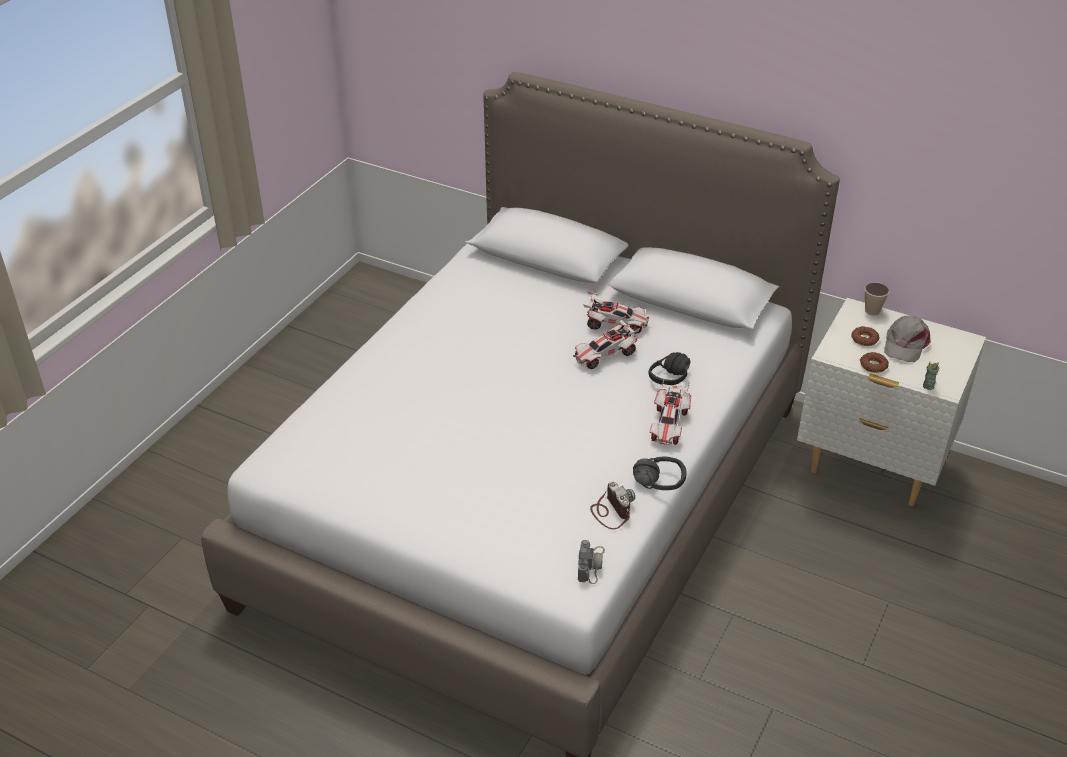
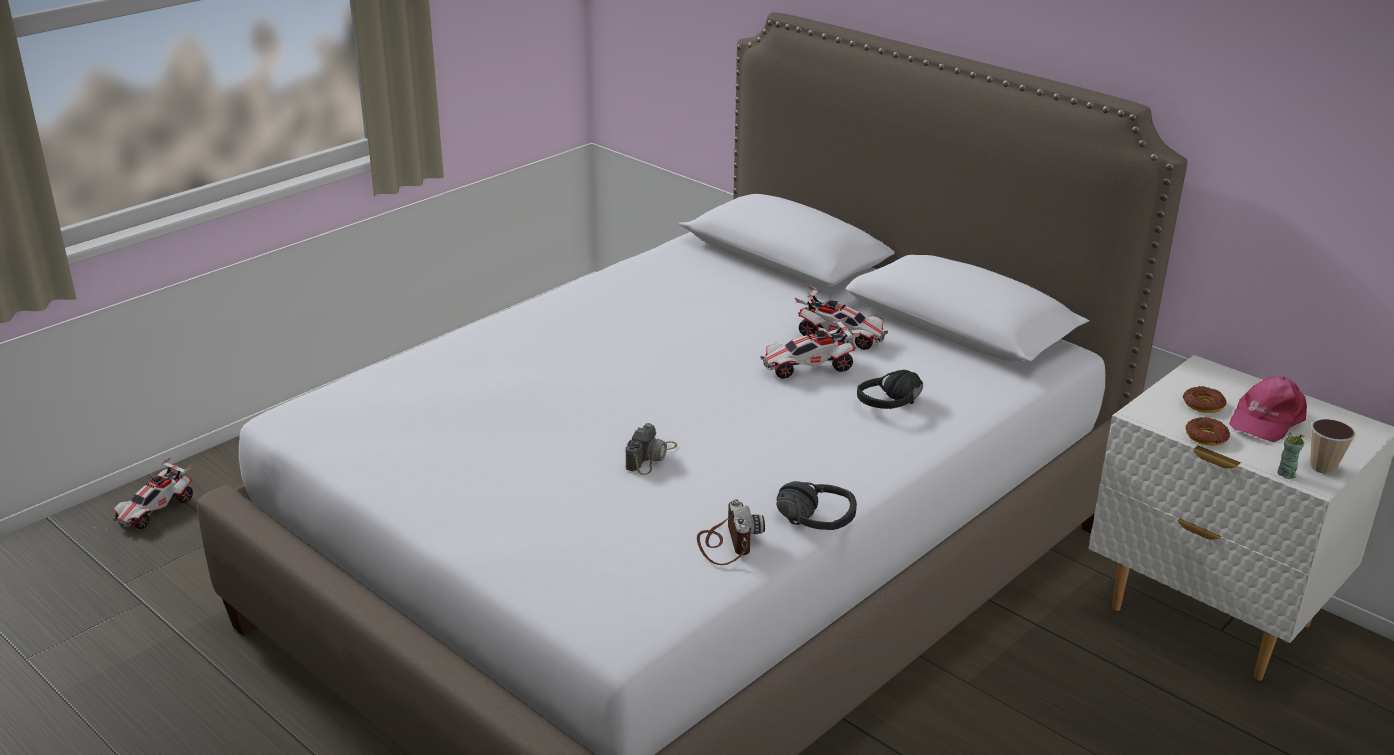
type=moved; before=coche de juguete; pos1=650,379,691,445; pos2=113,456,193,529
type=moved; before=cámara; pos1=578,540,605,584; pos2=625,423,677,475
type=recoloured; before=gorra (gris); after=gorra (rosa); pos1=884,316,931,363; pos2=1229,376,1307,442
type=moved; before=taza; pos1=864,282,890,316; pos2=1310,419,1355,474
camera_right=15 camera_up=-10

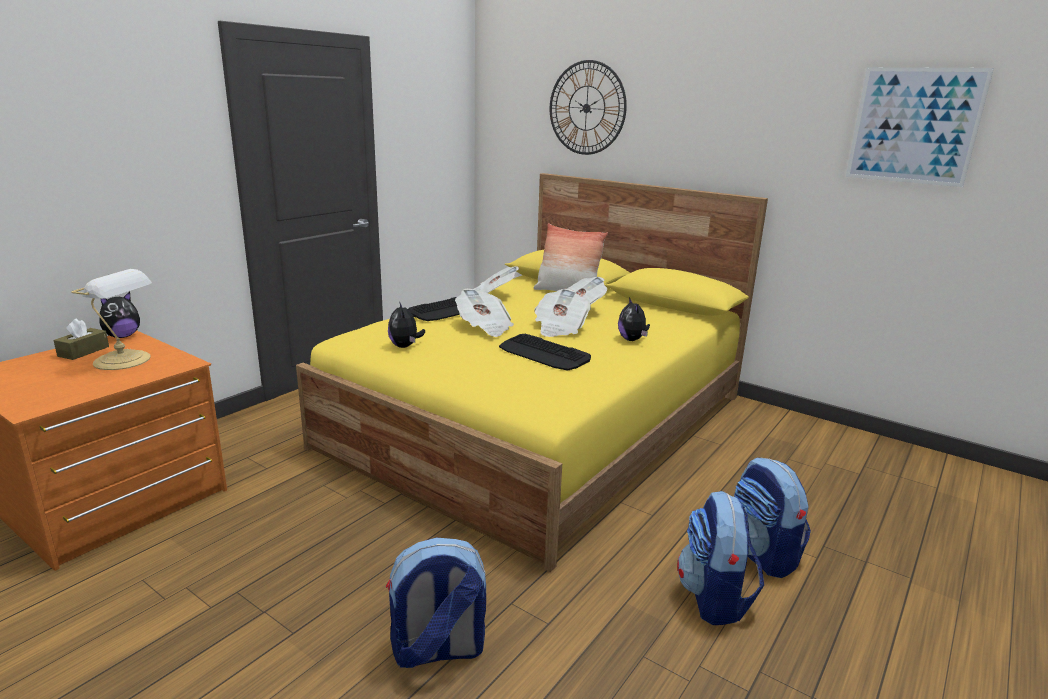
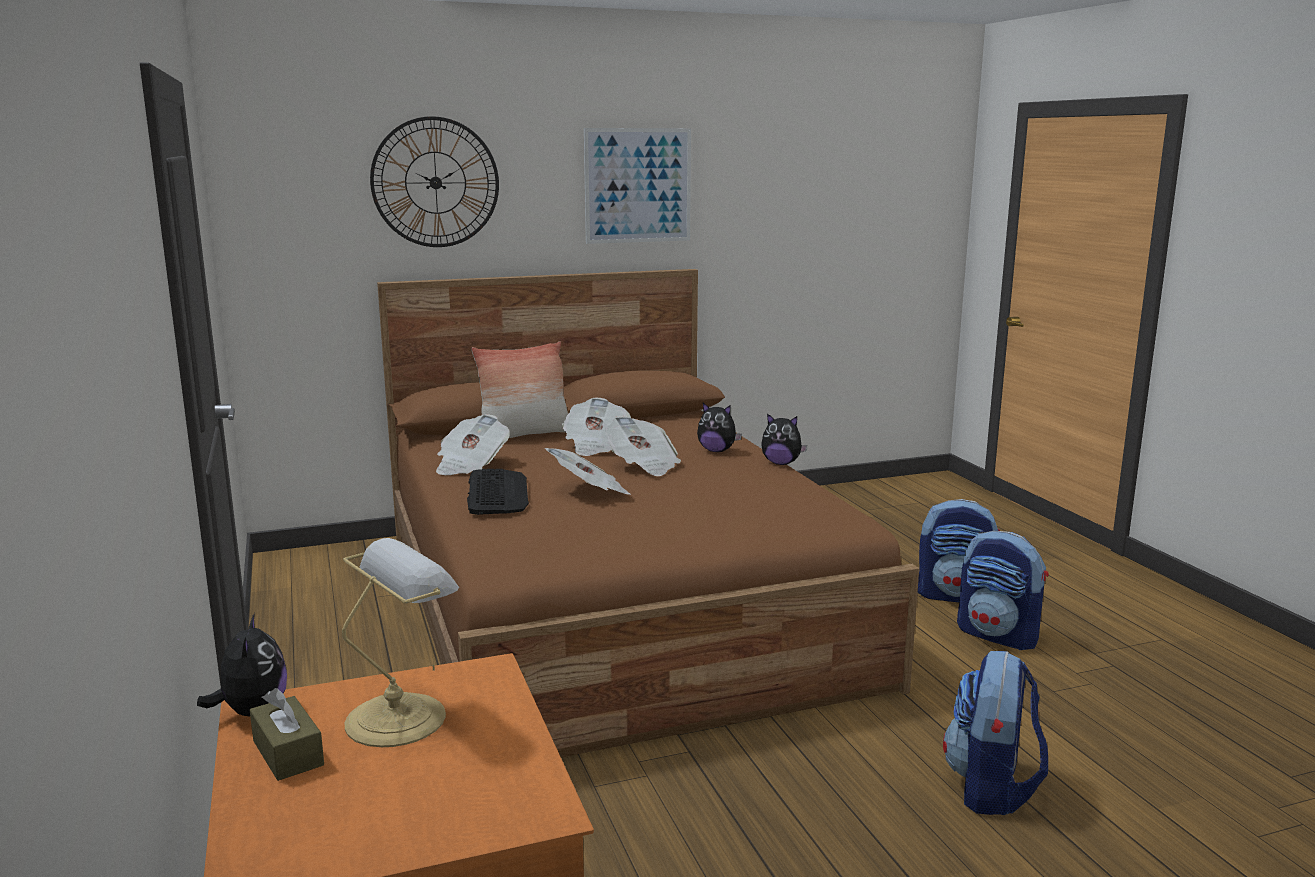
type=recoloured; before=cama (amarillo); after=cama (marrón); pos1=296,173,768,572; pos2=377,269,919,757
type=moved; before=cuadro; pos1=846,67,994,187; pos2=584,128,691,244
type=moved; before=peluche; pos1=388,301,425,348; pos2=761,413,807,465
type=removed; before=teclado; pos1=499,334,591,371
camera_right=-55 camera_up=-5

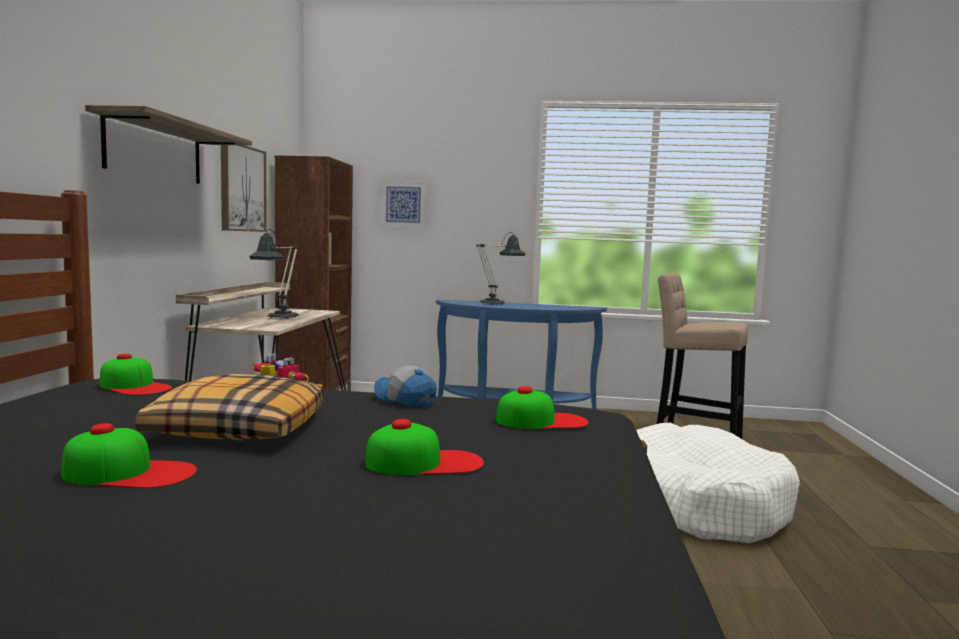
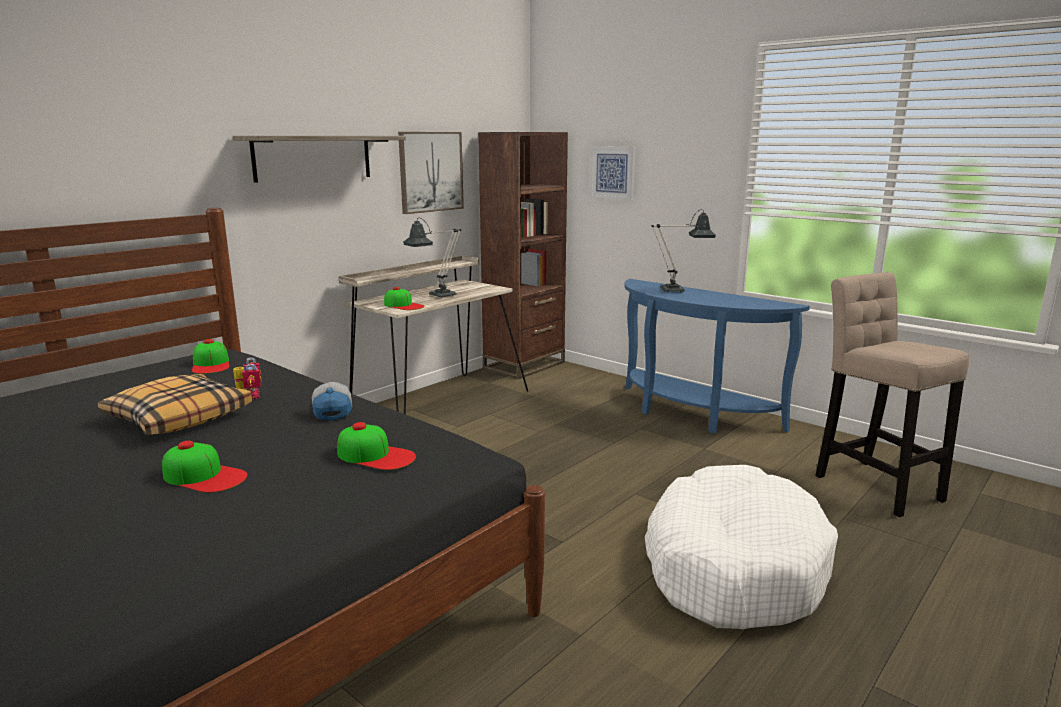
type=moved; before=gorra; pos1=61,423,197,488; pos2=384,287,424,310
camera_right=35 camera_up=10

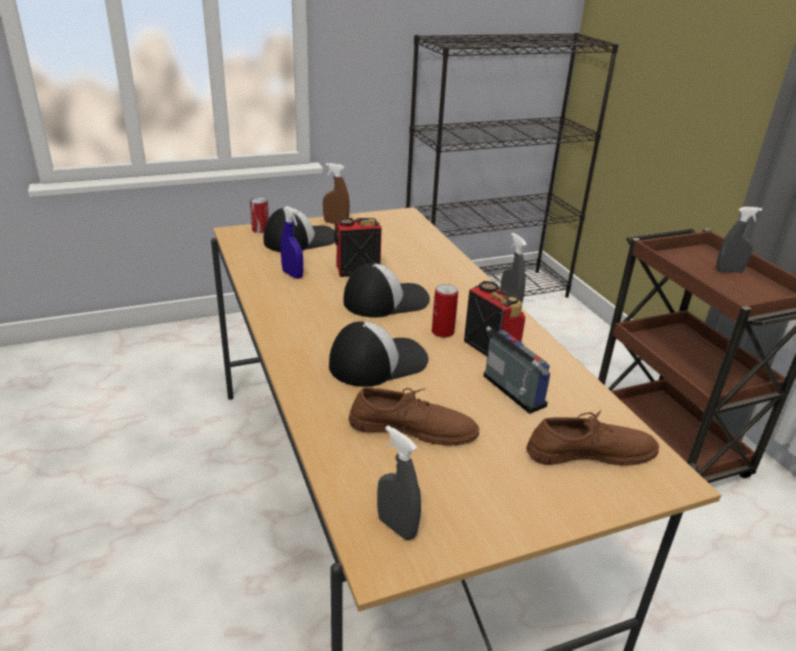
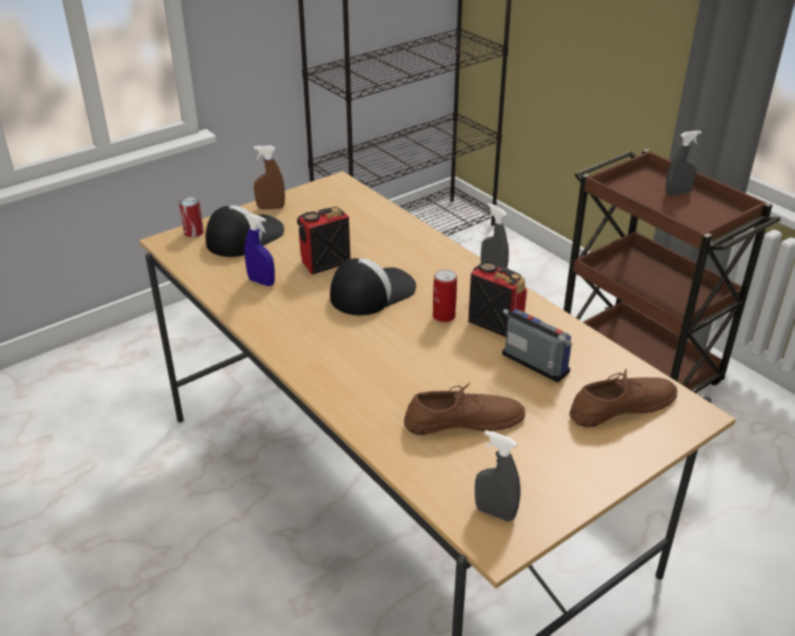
type=removed; before=gorra; pos1=329,321,428,387
camera_right=-15 camera_up=5

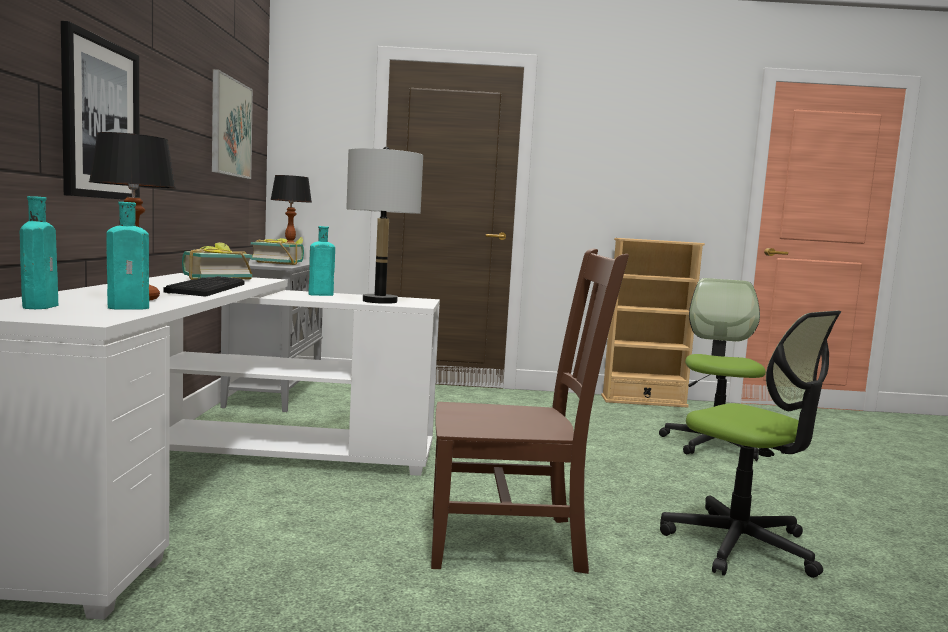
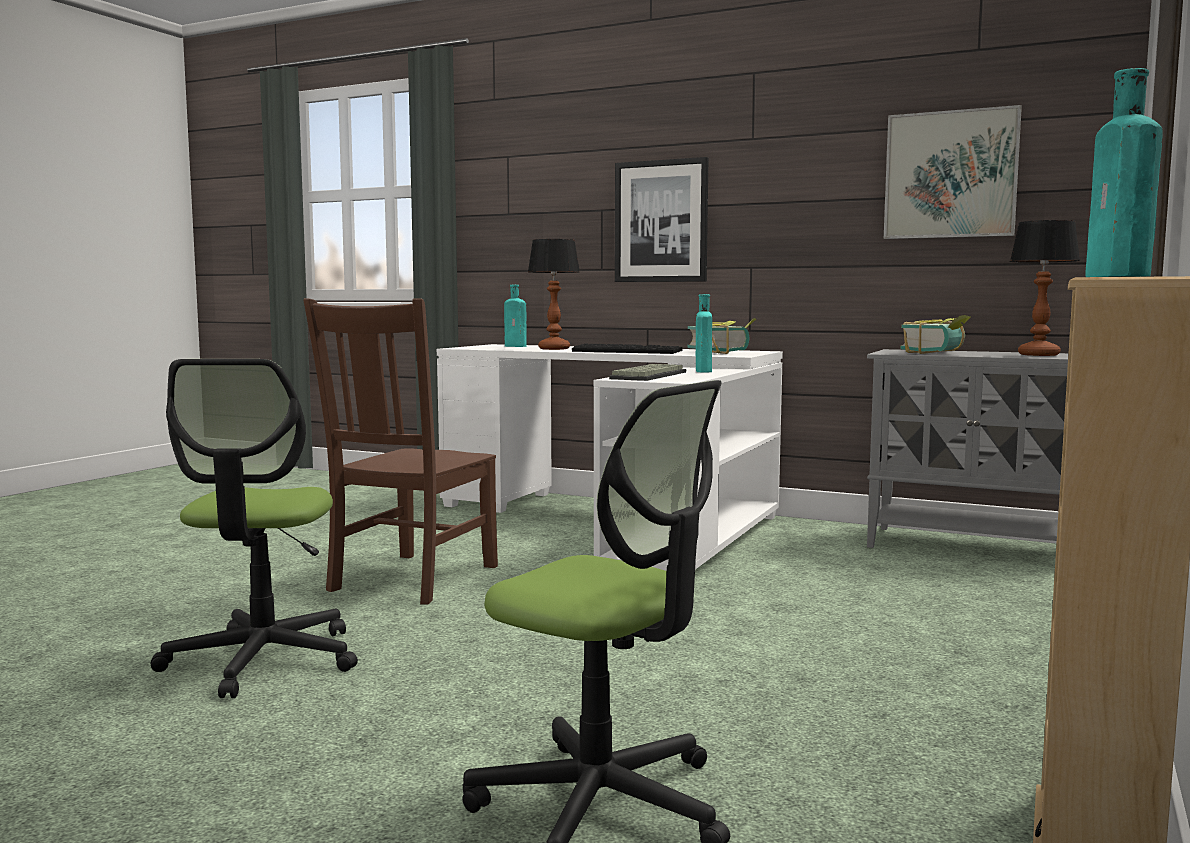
type=turned; before=silla de oficina; pos1=660,311,841,578; pos2=150,359,358,698; turn=-75
type=replaced; before=lámpara de mesa (gris); after=teclado; pos1=346,147,423,304; pos2=609,364,686,381
type=moved; before=botella (turquesa); pos1=106,202,149,310; pos2=1086,68,1163,277
camera_right=115 camera_up=0

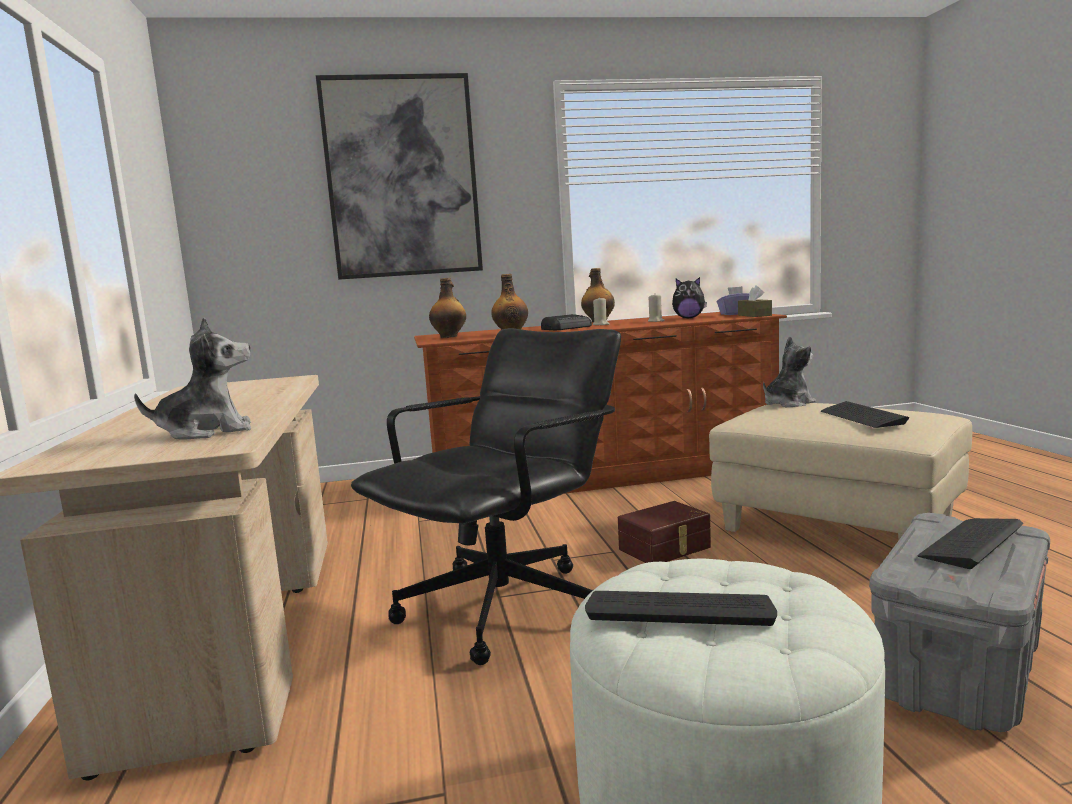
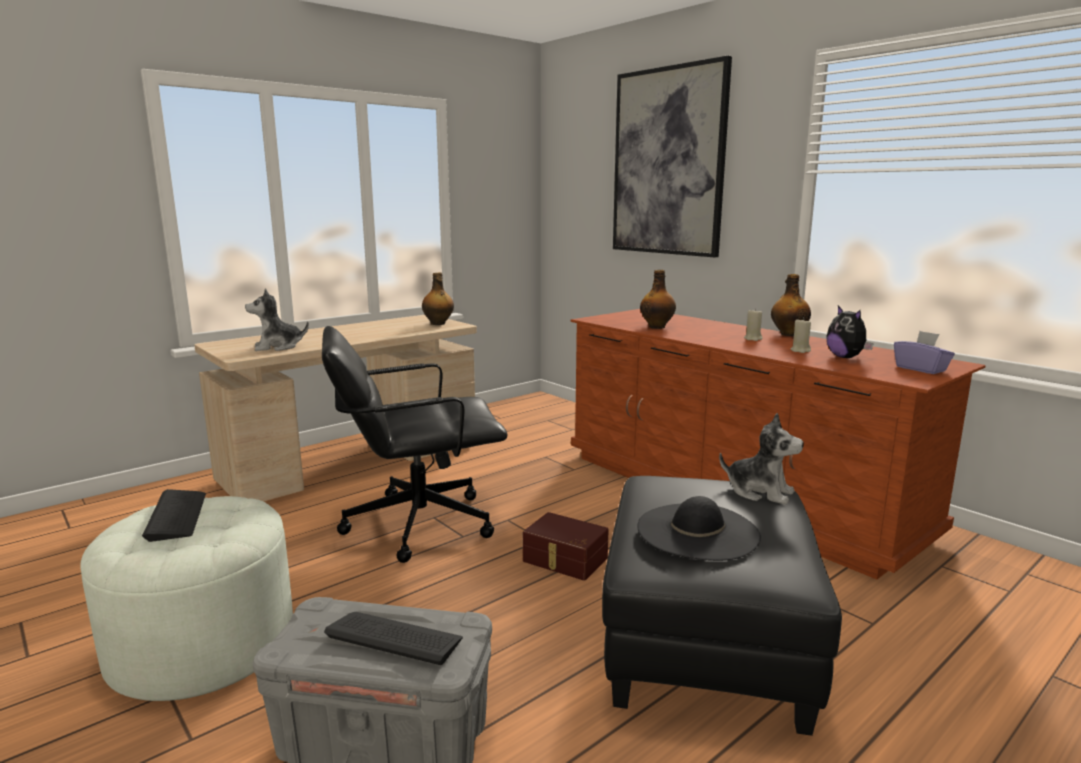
type=turned; before=peluche; pos1=134,317,251,440; pos2=245,288,309,351; turn=120
type=turned; before=silla de oficina (negro); pos1=351,328,621,665; pos2=322,326,508,563; turn=150
type=moved; before=botella; pos1=429,278,466,338; pos2=422,273,454,325
type=recoloured; before=puf (beis); after=puf (negro); pos1=709,403,972,539; pos2=602,476,842,736
type=replaced; before=teclado; after=sombrero (negro); pos1=821,401,909,428; pos2=637,496,761,561
type=removed; before=radio; pos1=541,314,592,330
type=removed; before=caja de pañuelos (marrón); pos1=738,285,772,317
camera_right=60 camera_up=5

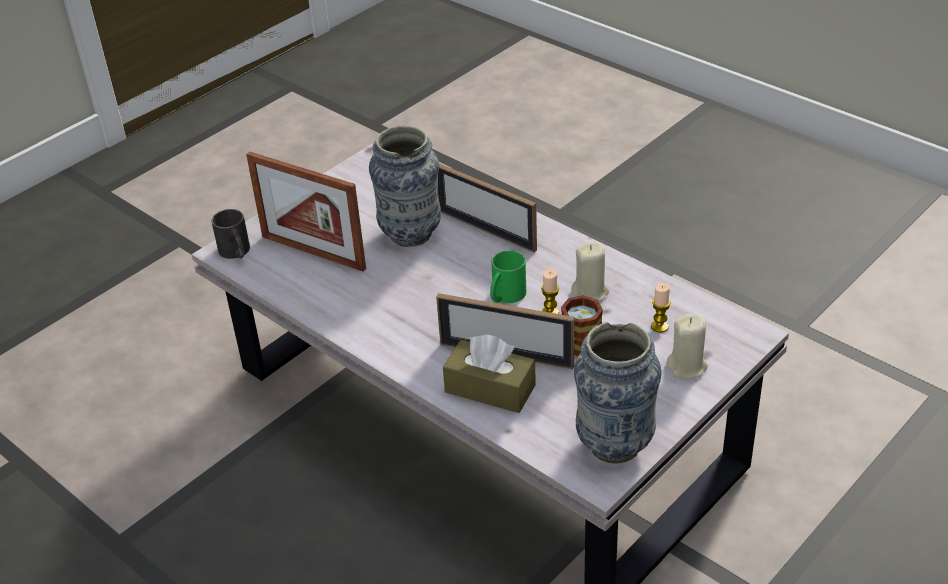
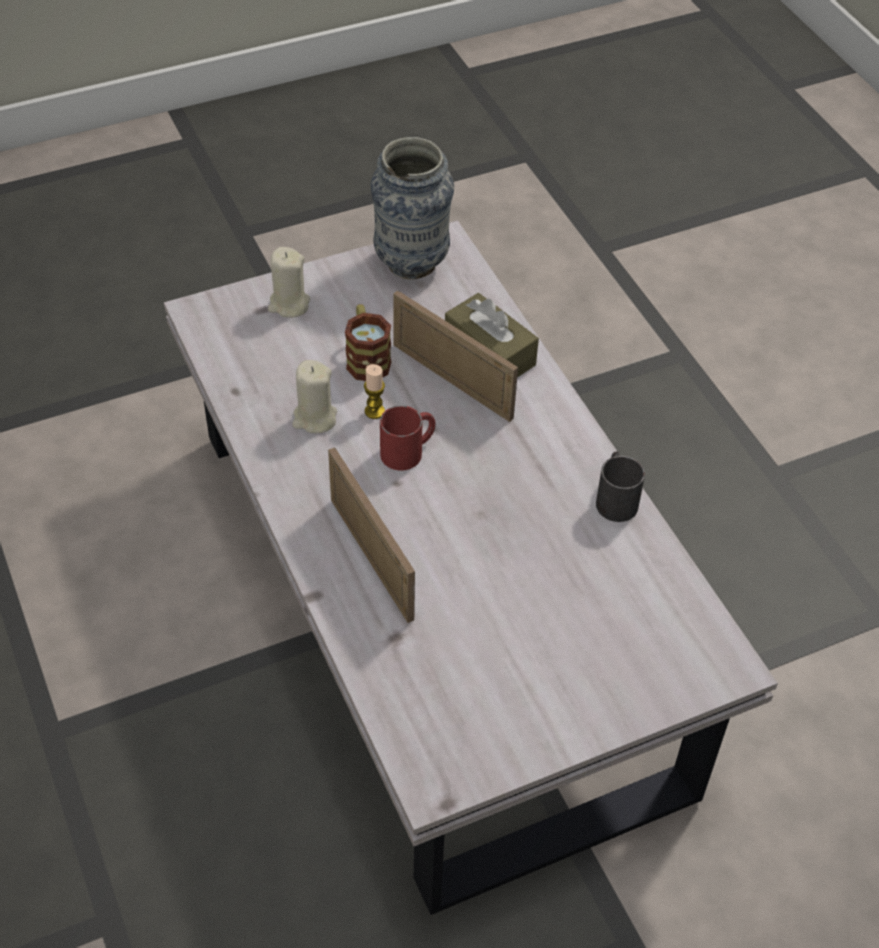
type=recoloured; before=taza grande (verde); after=taza grande (rojo); pos1=490,250,526,303; pos2=380,405,436,470
type=moved; before=taza grande (negro); pos1=212,209,250,259; pos2=596,451,645,522
type=removed; before=portarretratos; pos1=246,152,366,271
type=removed; before=florero; pos1=369,126,441,247
type=removed; before=vela; pos1=651,283,671,333
camera_right=-160 camera_up=10

